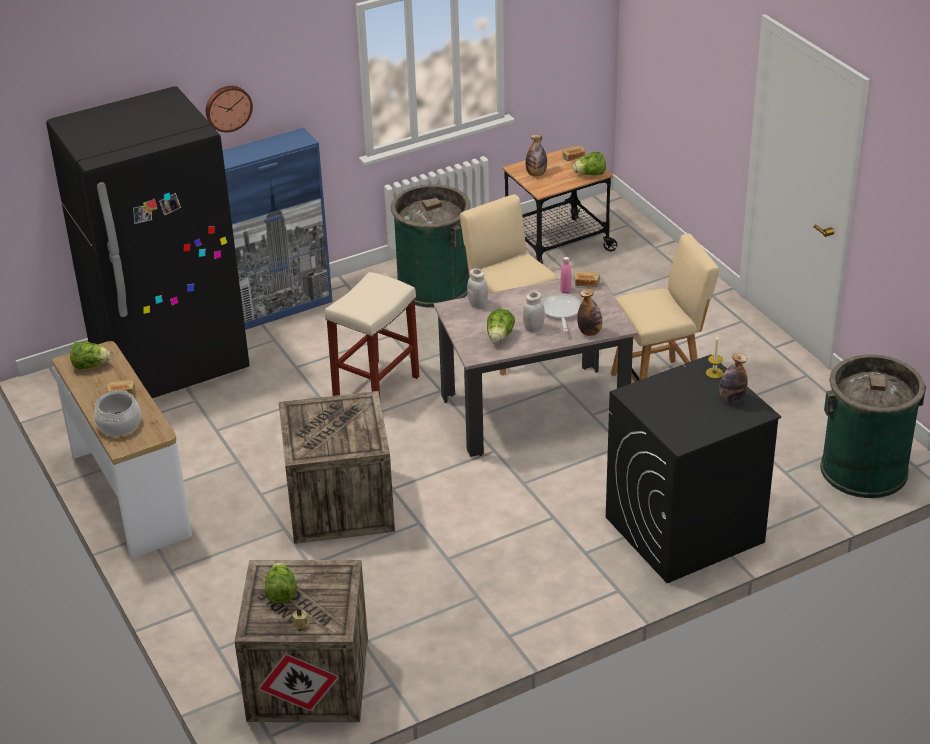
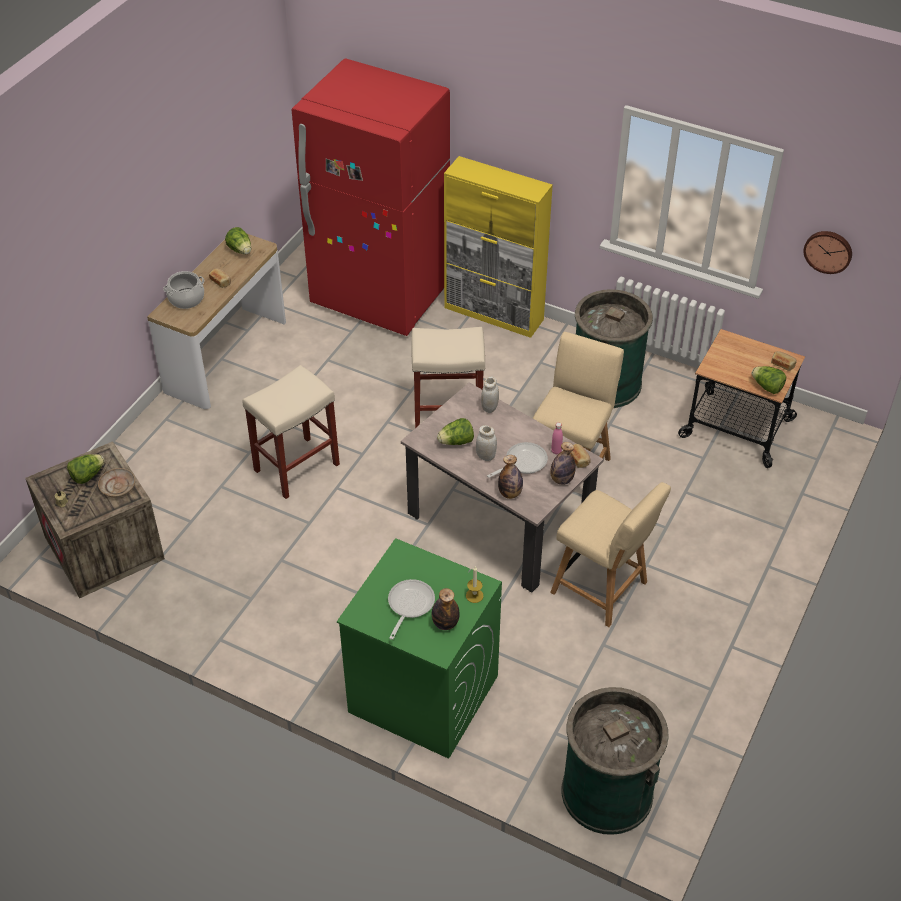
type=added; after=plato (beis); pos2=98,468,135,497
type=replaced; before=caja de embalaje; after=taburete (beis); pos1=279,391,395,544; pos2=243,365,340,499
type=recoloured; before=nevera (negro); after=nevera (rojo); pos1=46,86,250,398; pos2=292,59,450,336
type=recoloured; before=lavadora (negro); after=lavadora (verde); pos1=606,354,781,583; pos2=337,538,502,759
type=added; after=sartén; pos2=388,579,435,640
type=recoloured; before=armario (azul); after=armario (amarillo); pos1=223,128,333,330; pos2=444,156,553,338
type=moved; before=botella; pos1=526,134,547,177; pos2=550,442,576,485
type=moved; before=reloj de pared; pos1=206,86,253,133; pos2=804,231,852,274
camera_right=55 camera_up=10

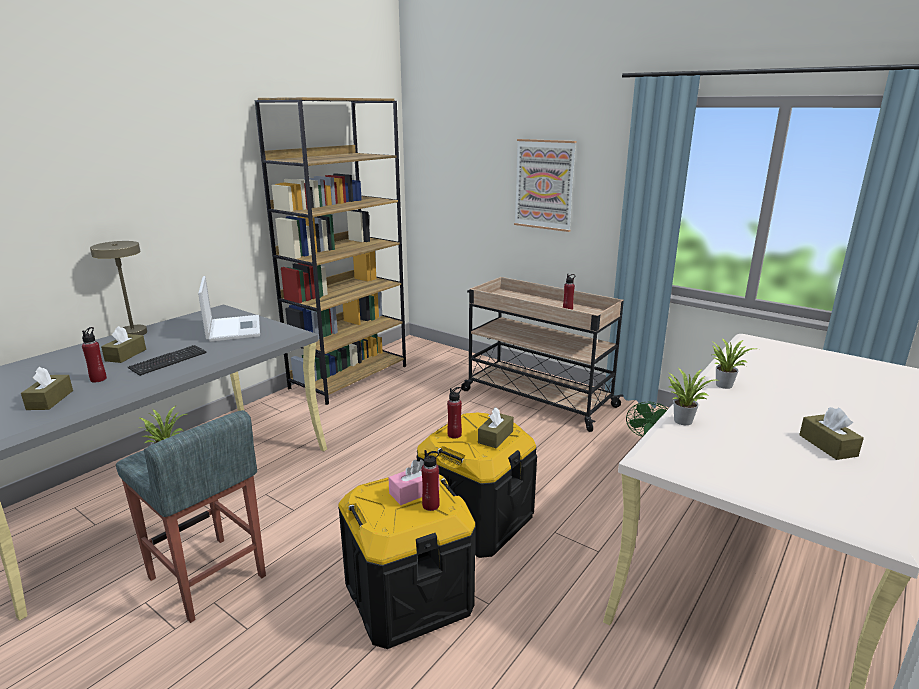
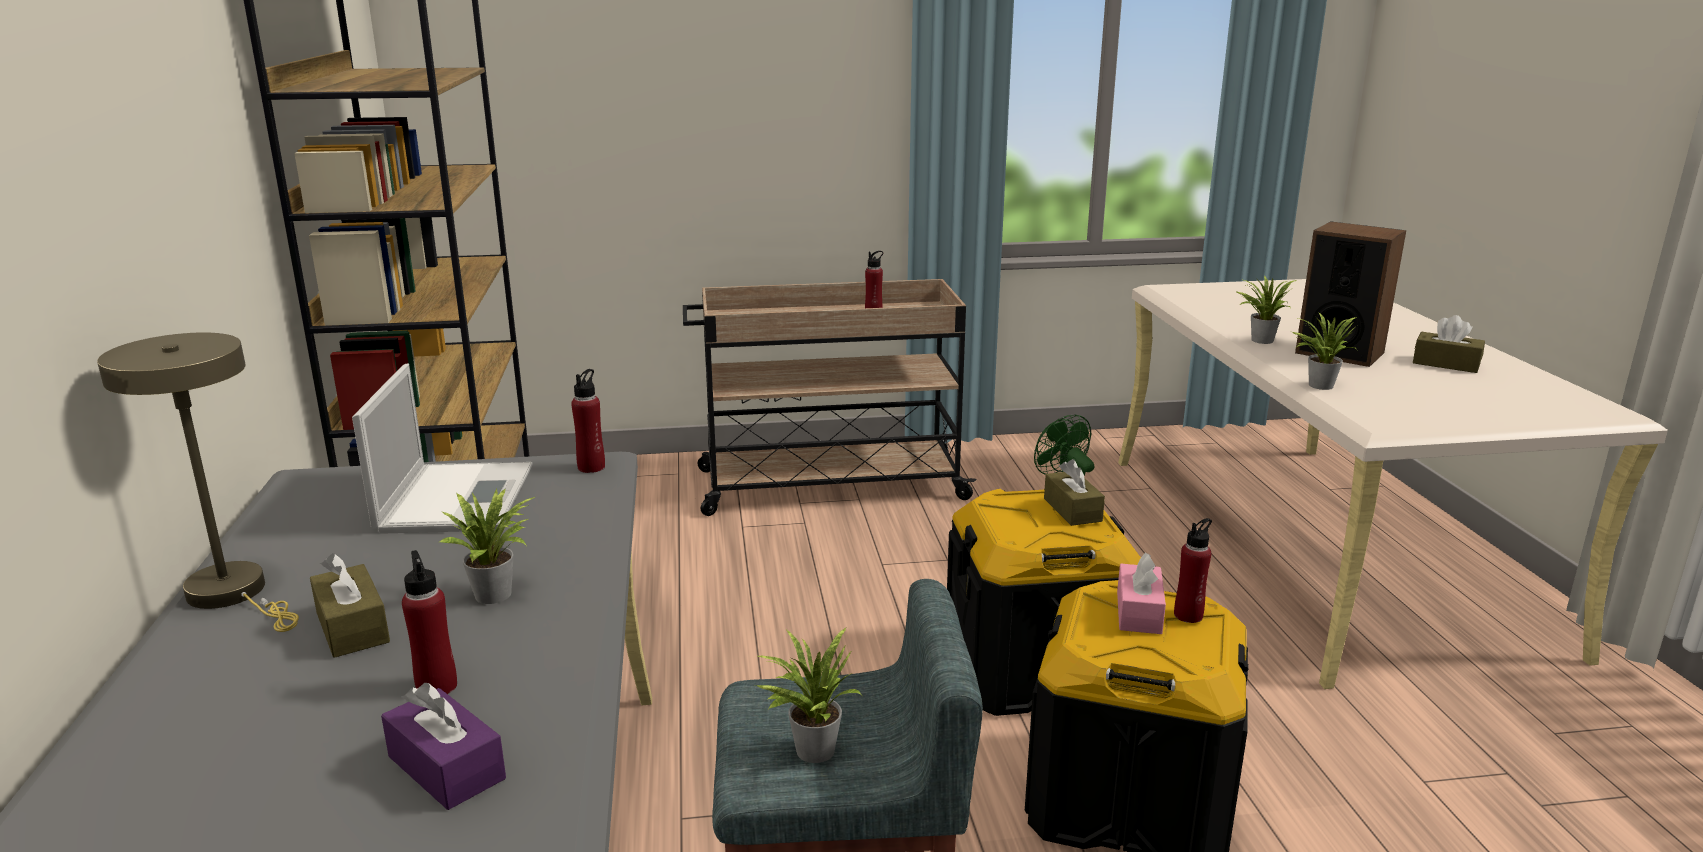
type=turned; before=portátil; pos1=198,276,260,342; pos2=352,363,532,534; turn=60
type=recoloured; before=caja de pañuelos (marrón); after=caja de pañuelos (morado); pos1=21,367,73,410; pos2=381,683,506,810
type=replaced; before=teclado; after=planta en maceta; pos1=128,345,207,376; pos2=439,489,535,604
type=moved; before=botella (rojo); pos1=447,387,462,438; pos2=571,369,605,473
type=added; after=altavoz; pos2=1295,221,1406,367
type=removed; before=cuadro; pos1=514,139,576,232
camera_right=-45 camera_up=0

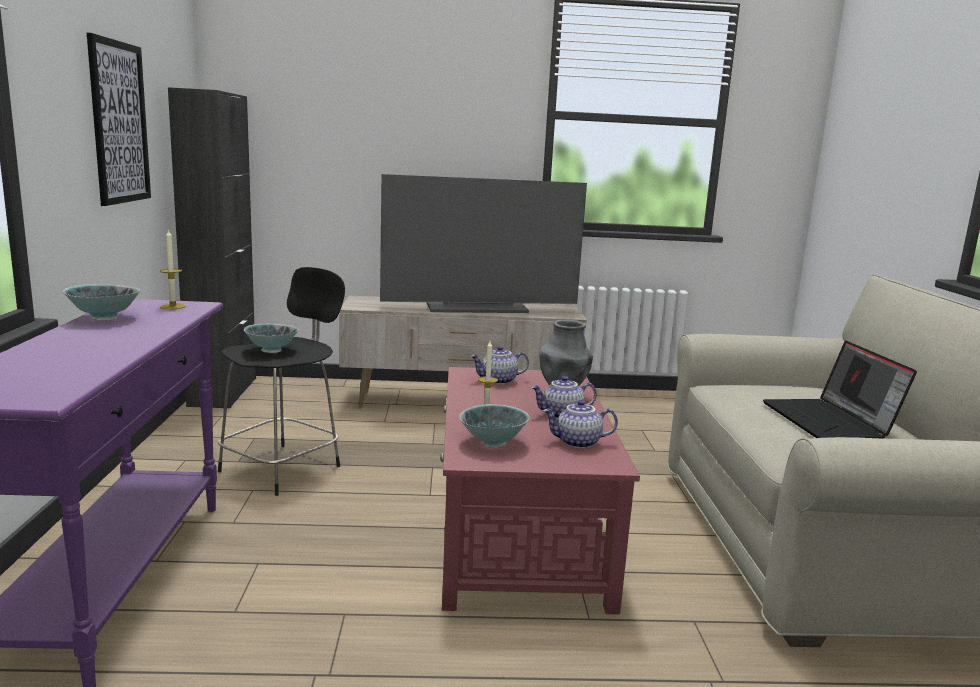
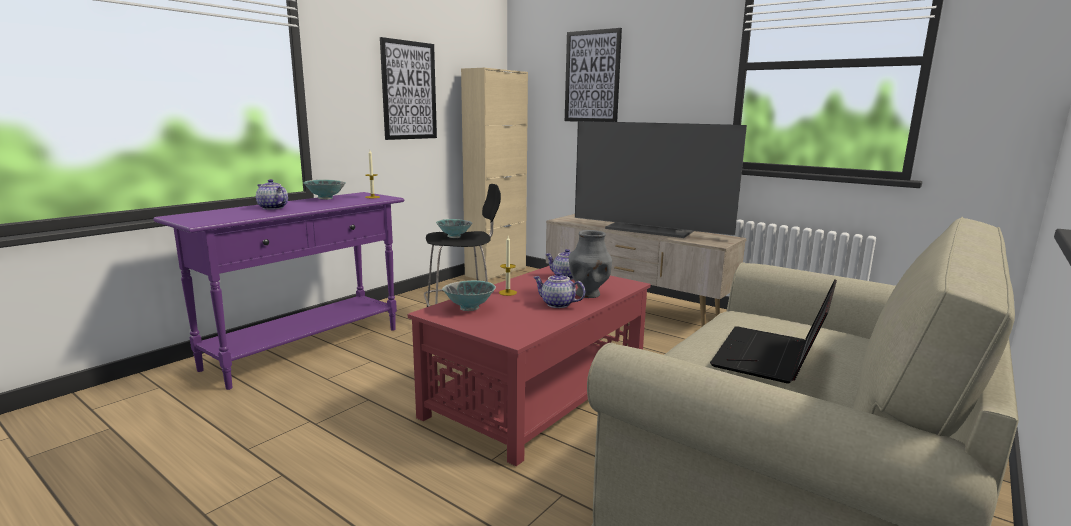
type=moved; before=tetera; pos1=543,400,618,449; pos2=256,179,288,210
type=recoloured; before=armario (negro); after=armario (beis); pos1=168,87,256,408; pos2=461,68,528,281
type=added; after=cuadro; pos2=565,28,622,122
camera_right=40 camera_up=0

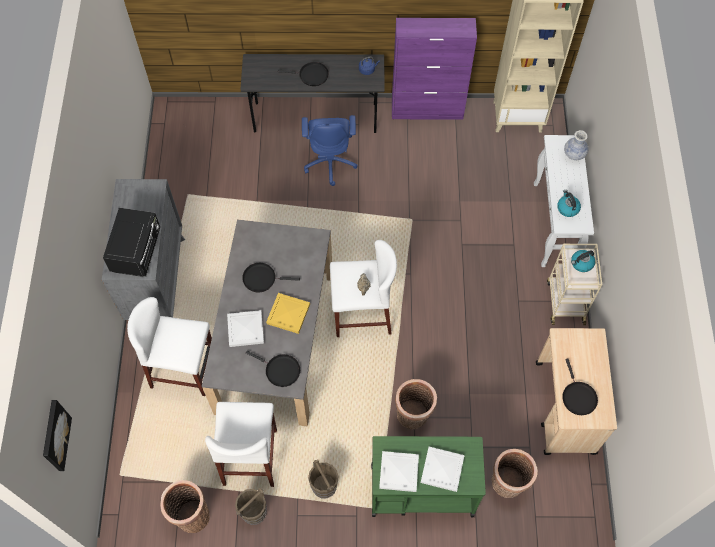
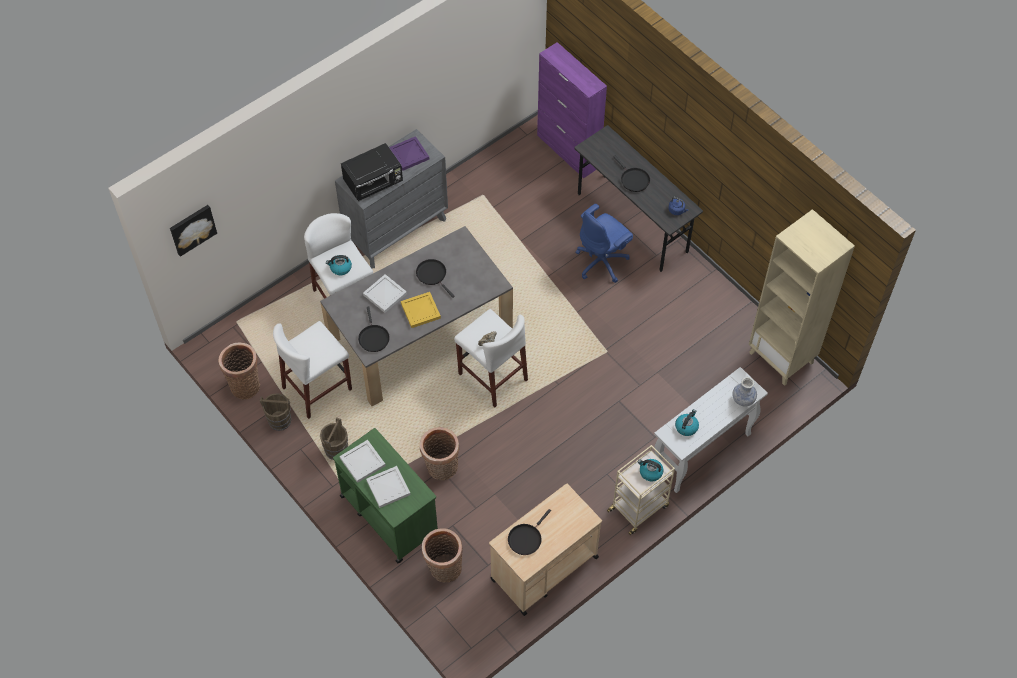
type=added; after=hervidor; pos2=326,255,352,275
type=added; after=bandeja (morado); pos2=389,136,429,171
type=moved; before=armario (morado); pos1=392,18,477,120; pos2=537,42,607,178
camera_right=50 camera_up=-5

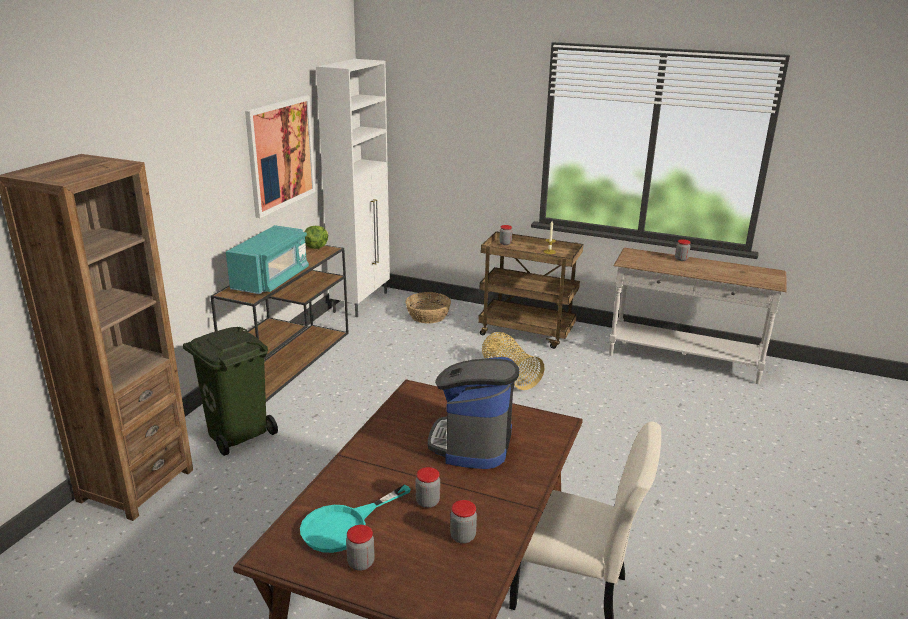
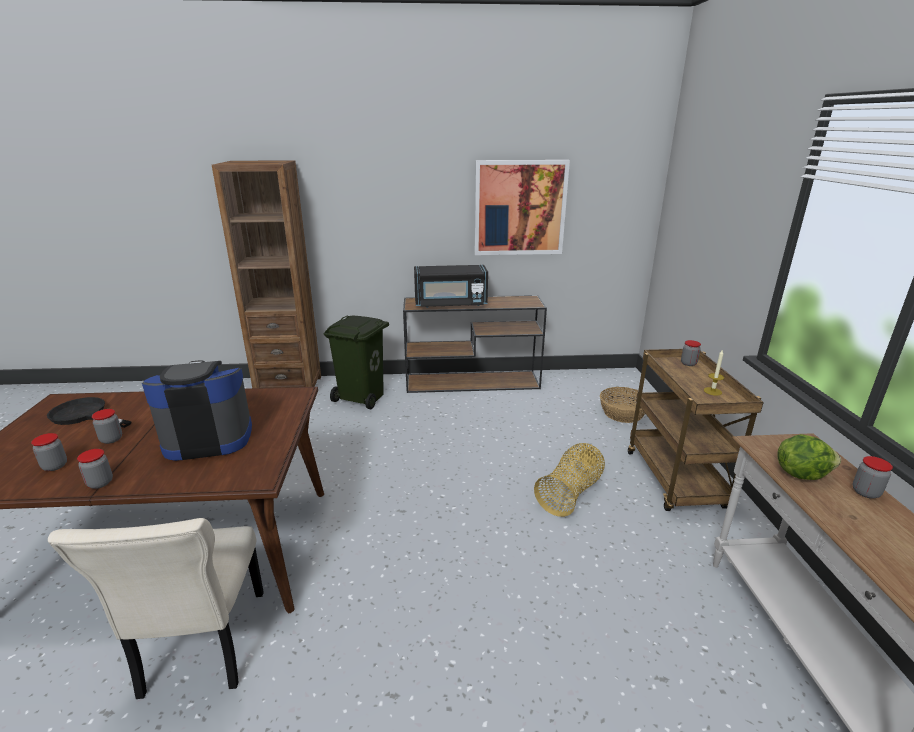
type=recoloured; before=sartén (turquesa); after=sartén (negro); pos1=300,484,411,553; pos2=47,397,132,428
type=moved; before=tarro; pos1=346,525,375,571; pos2=77,449,113,489
type=recoloured; before=microondas (turquesa); after=microondas (negro); pos1=226,225,309,294; pos2=414,265,488,308
type=moved; before=lechuga; pos1=304,226,329,249; pos2=777,434,841,480
type=removed; before=armario (blanco); pos1=316,59,390,317
camera_right=65 camera_up=0

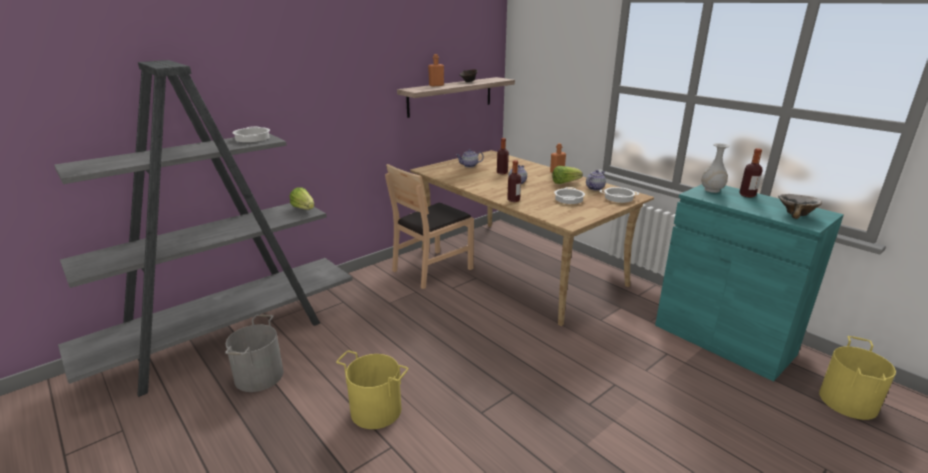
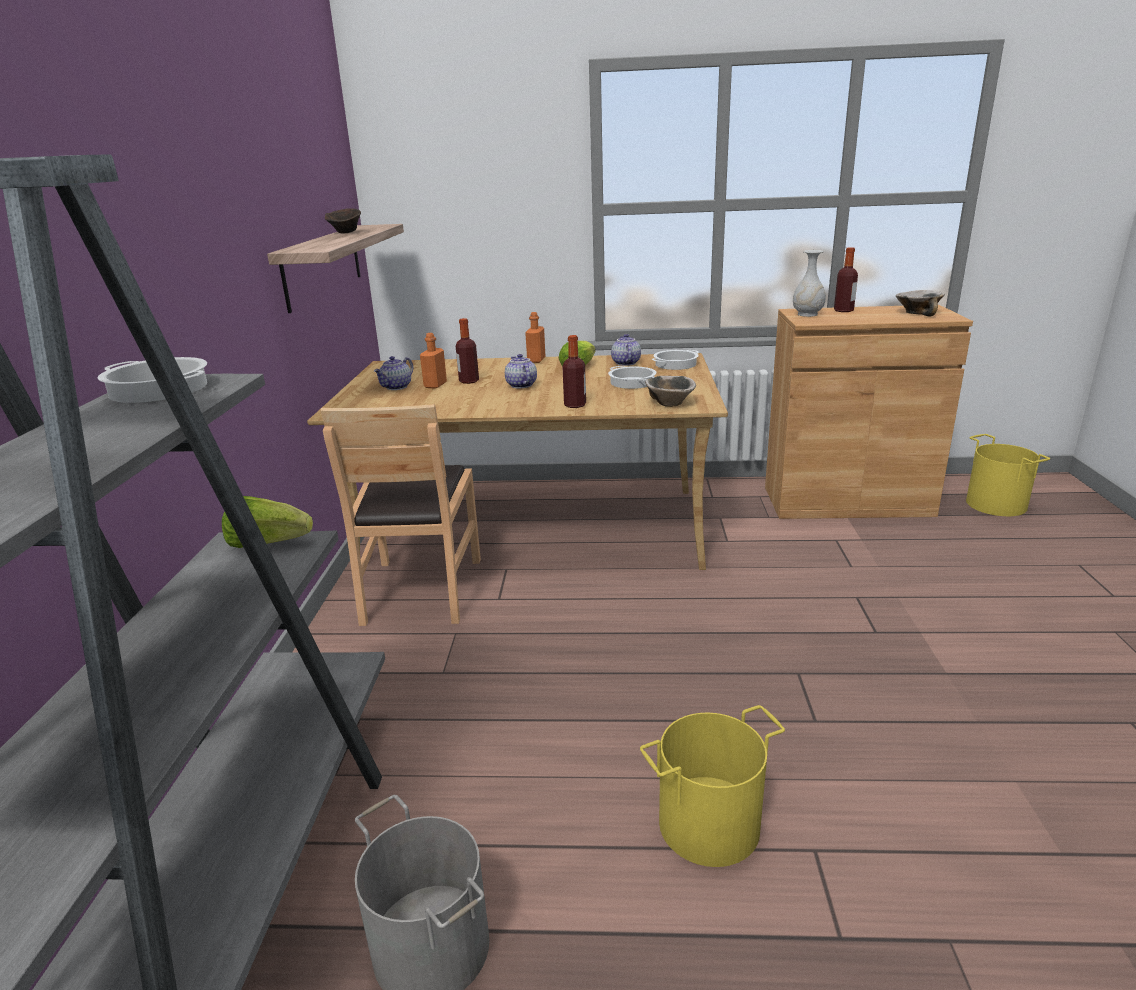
type=moved; before=botella (naranja); pos1=428,54,444,86; pos2=420,333,447,389
type=added; after=cuenco; pos2=645,376,696,407
type=recoloured; before=armario (turquesa); after=armario (marrón); pos1=655,184,844,382; pos2=765,305,973,519
camera_right=-45 camera_up=0

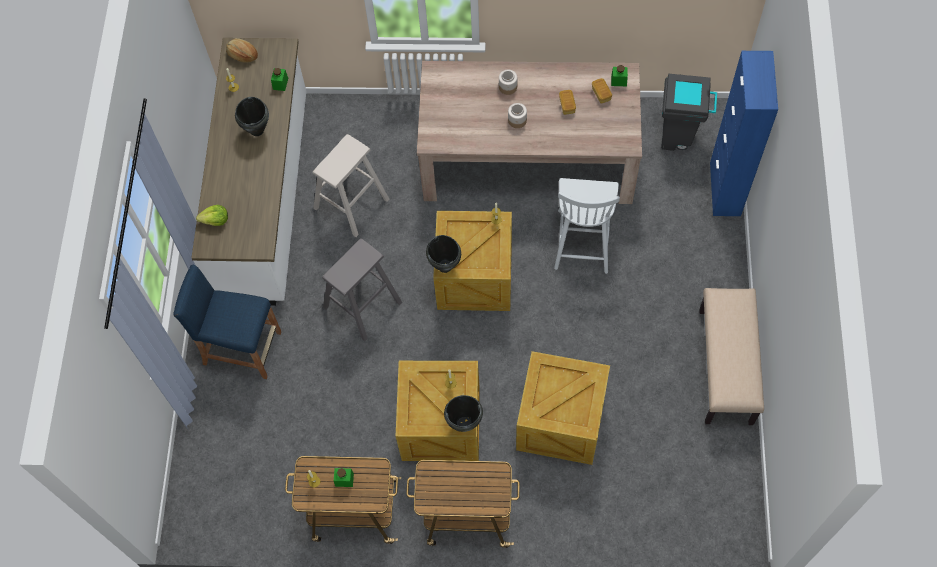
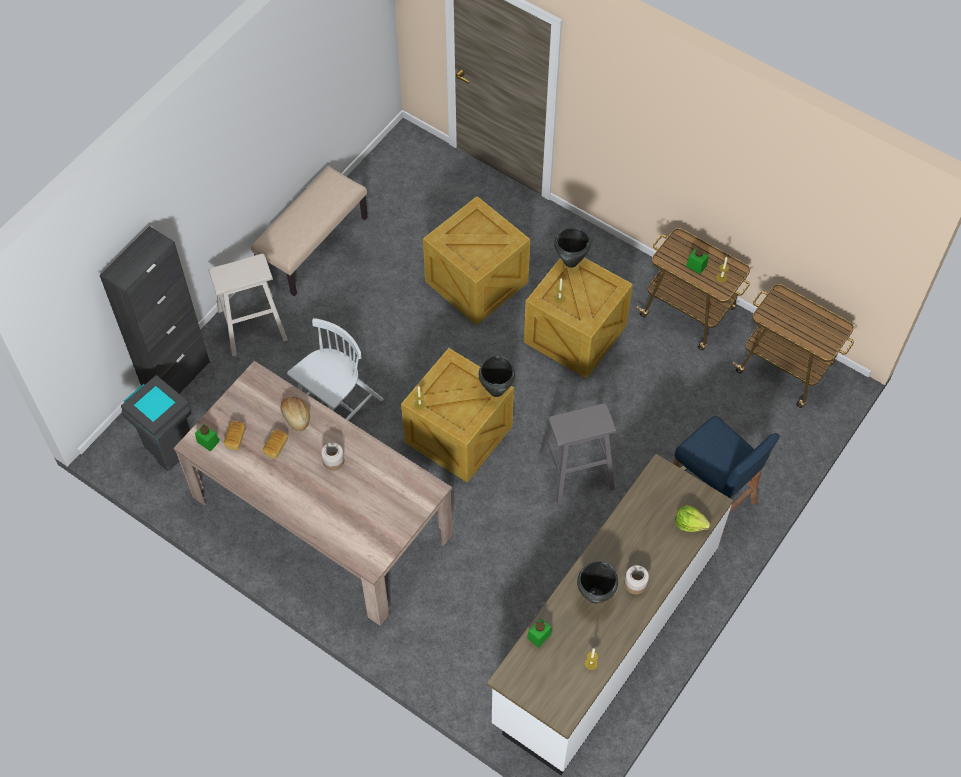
type=recoloured; before=armario (azul); after=armario (negro); pos1=710,51,778,216; pos2=100,226,210,394
type=moved; before=taburete (beis); pos1=313,134,389,237; pos2=208,254,288,356
type=moved; before=pan; pos1=226,38,258,62; pos2=281,397,310,431
type=moved; before=tarro; pos1=499,70,517,95; pos2=624,565,649,595
type=moved; before=carrito; pos1=406,460,520,548; pos2=733,284,854,408
camera_right=-150 camera_up=-5

